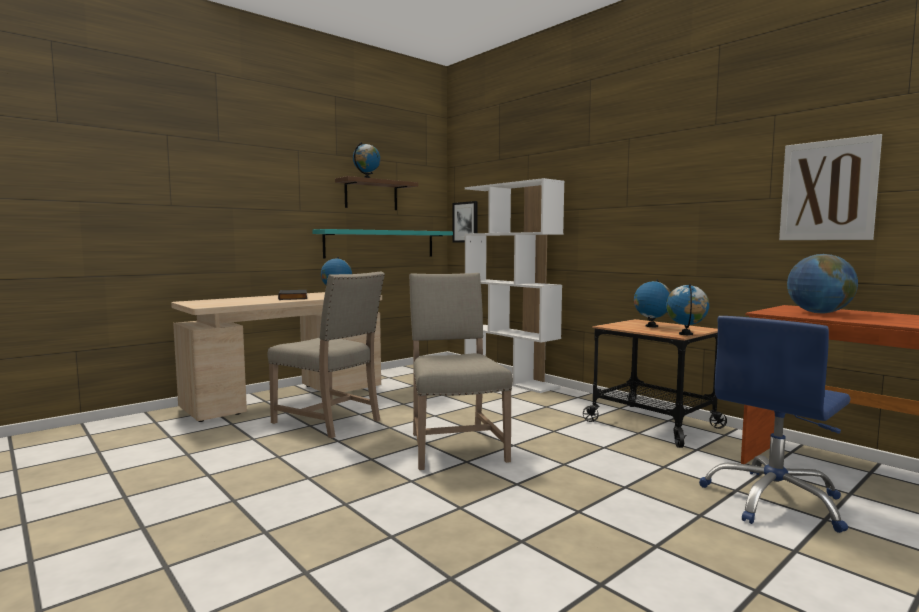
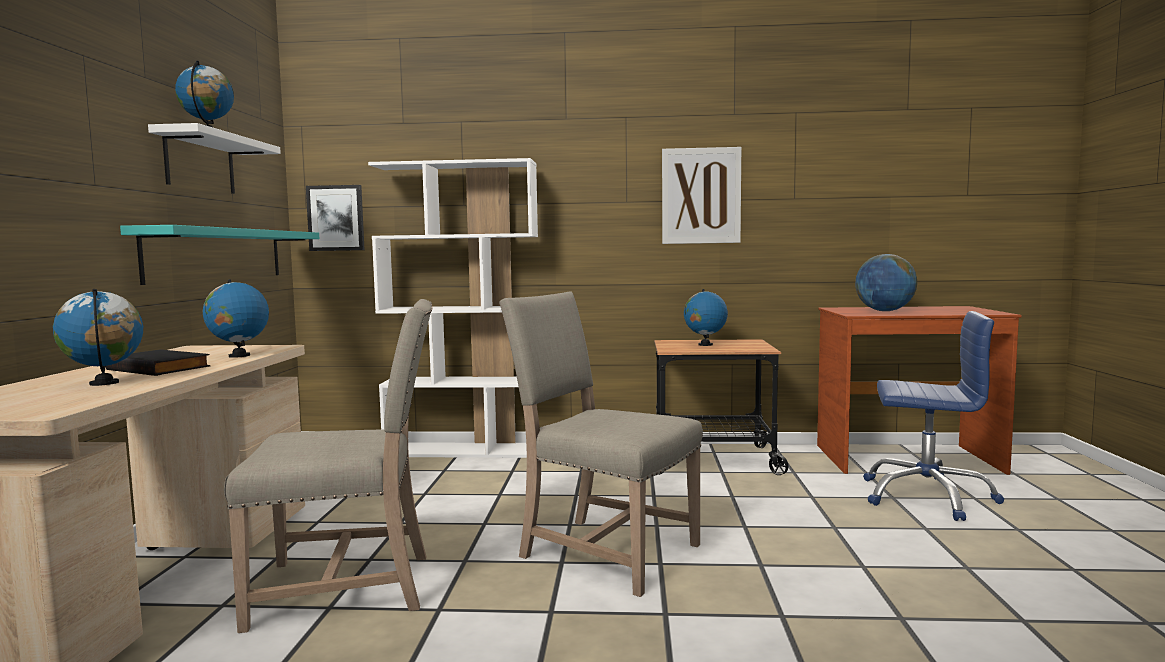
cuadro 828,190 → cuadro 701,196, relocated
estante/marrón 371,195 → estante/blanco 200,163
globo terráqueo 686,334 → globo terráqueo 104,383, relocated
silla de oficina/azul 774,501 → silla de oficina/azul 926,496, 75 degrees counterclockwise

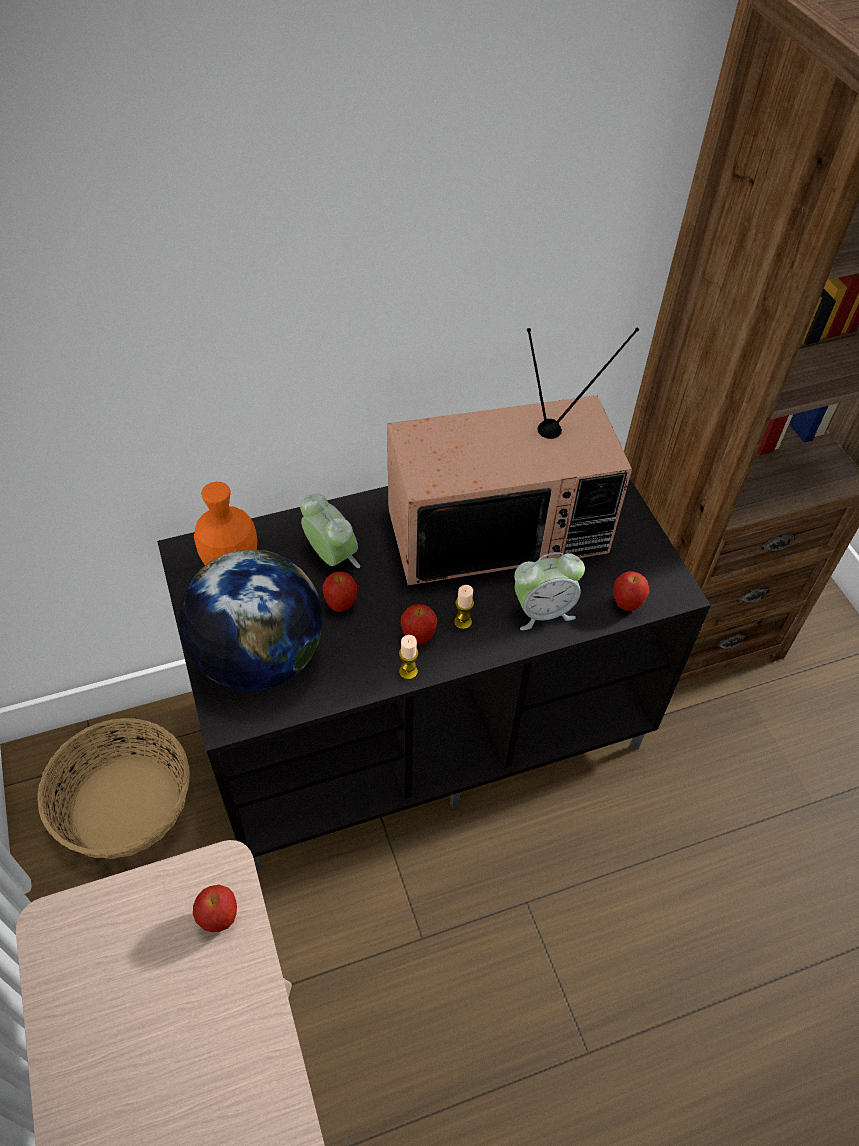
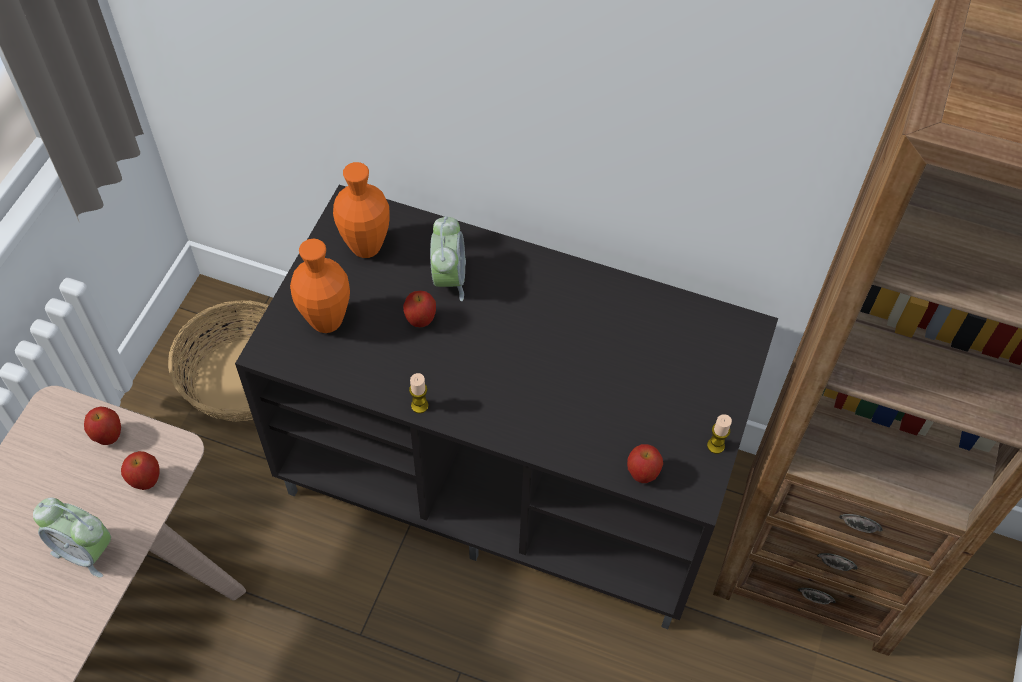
televisor 499,528 → -
globo terráqueo 258,658 → florero/naranja 326,321
despertador 543,611 → despertador 85,551, relocated
vela 463,622 → vela 715,445, relocated
manzana 418,637 → manzana 109,436, relocated

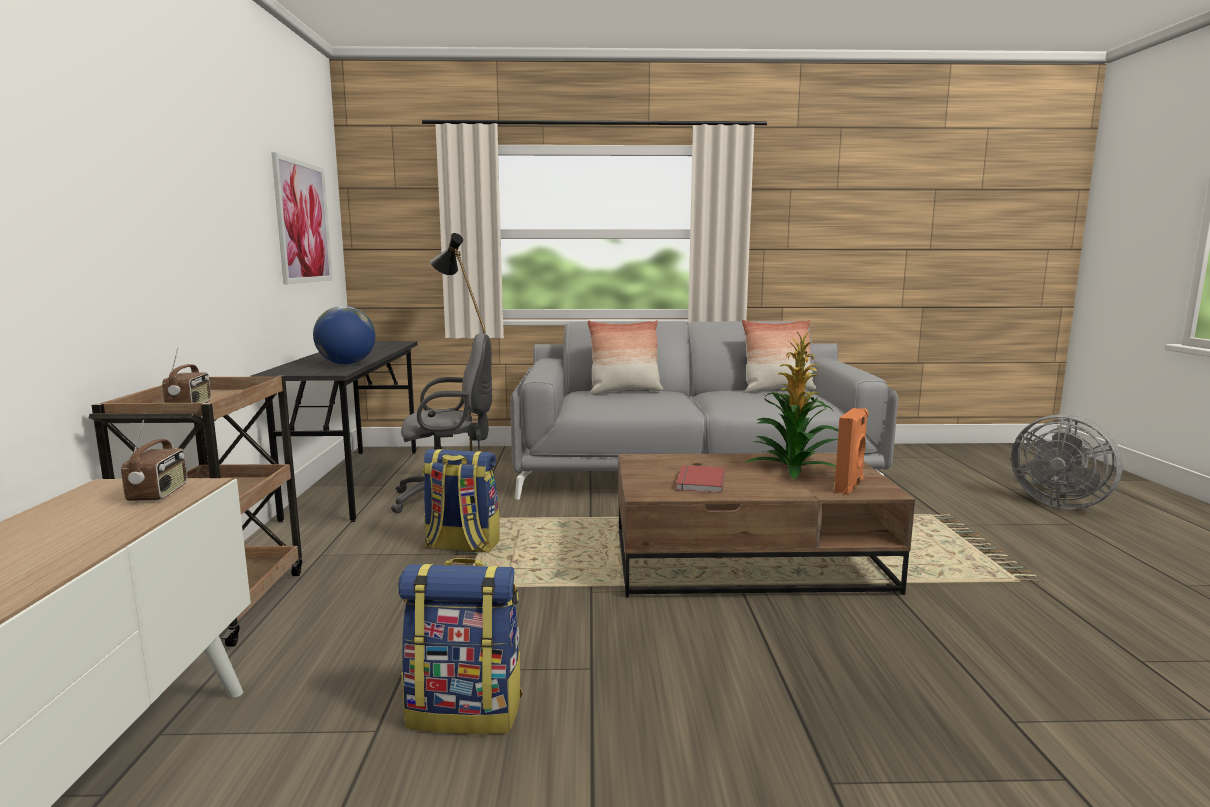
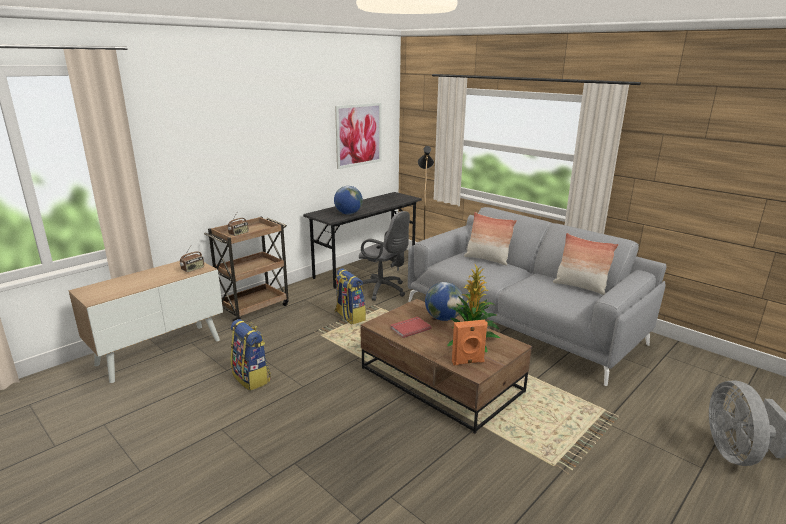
- → globo terráqueo 443,318

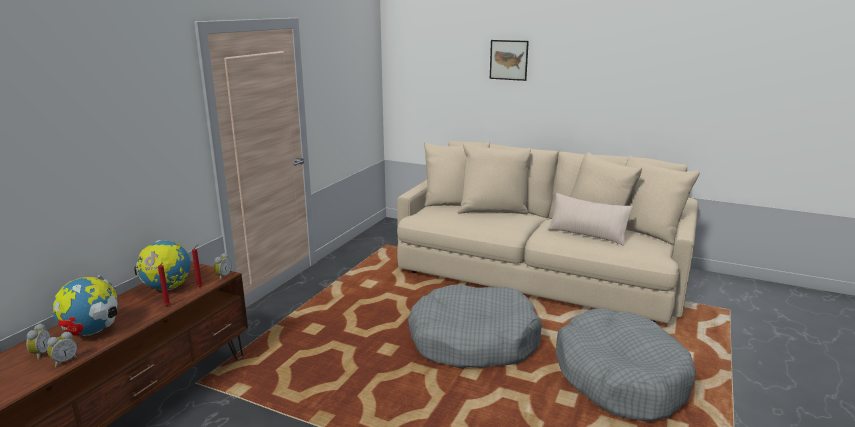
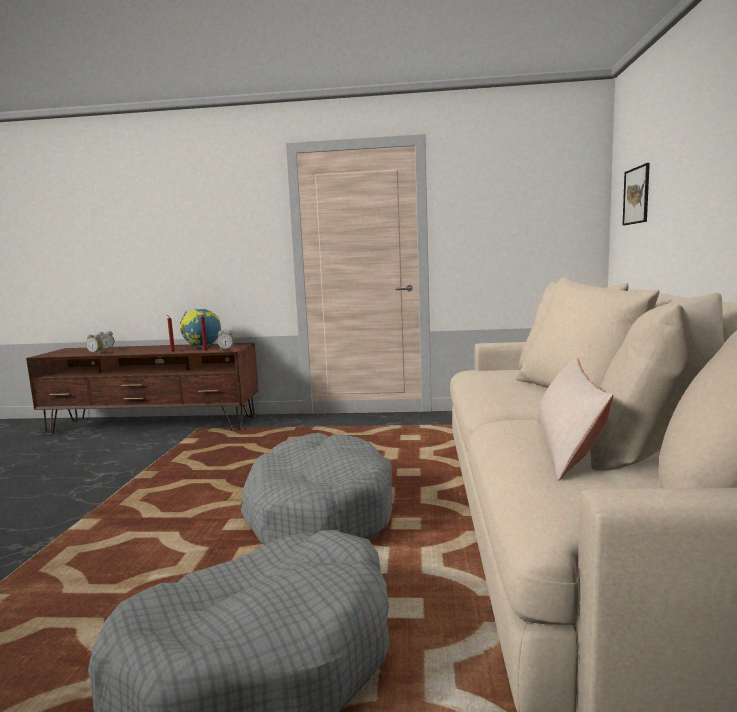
cuadro 508,60 → cuadro 636,195, relocated
globo terráqueo 92,332 → -

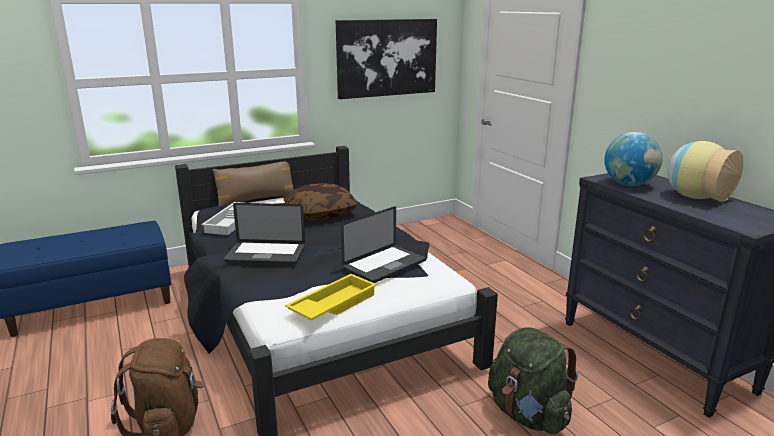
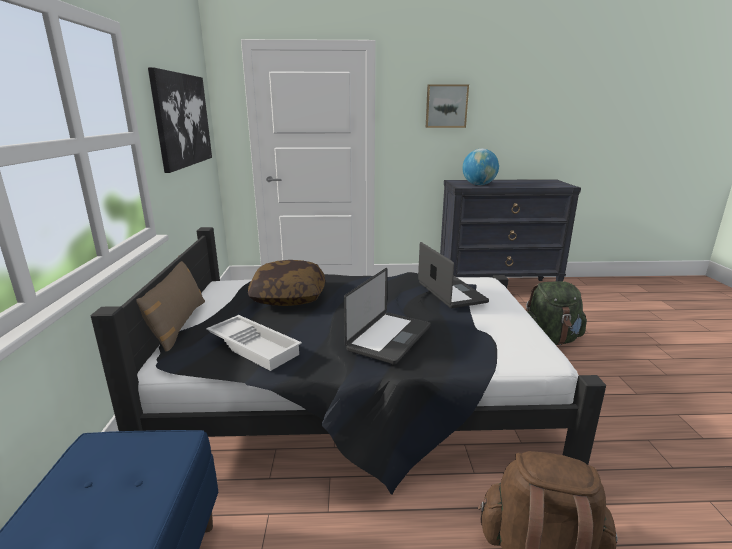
florero 695,197 → -
bandeja/amarillo 332,304 → -
- → cuadro 446,106

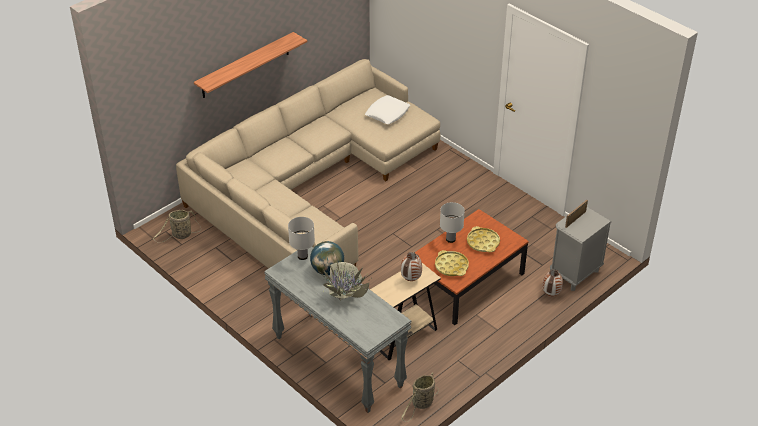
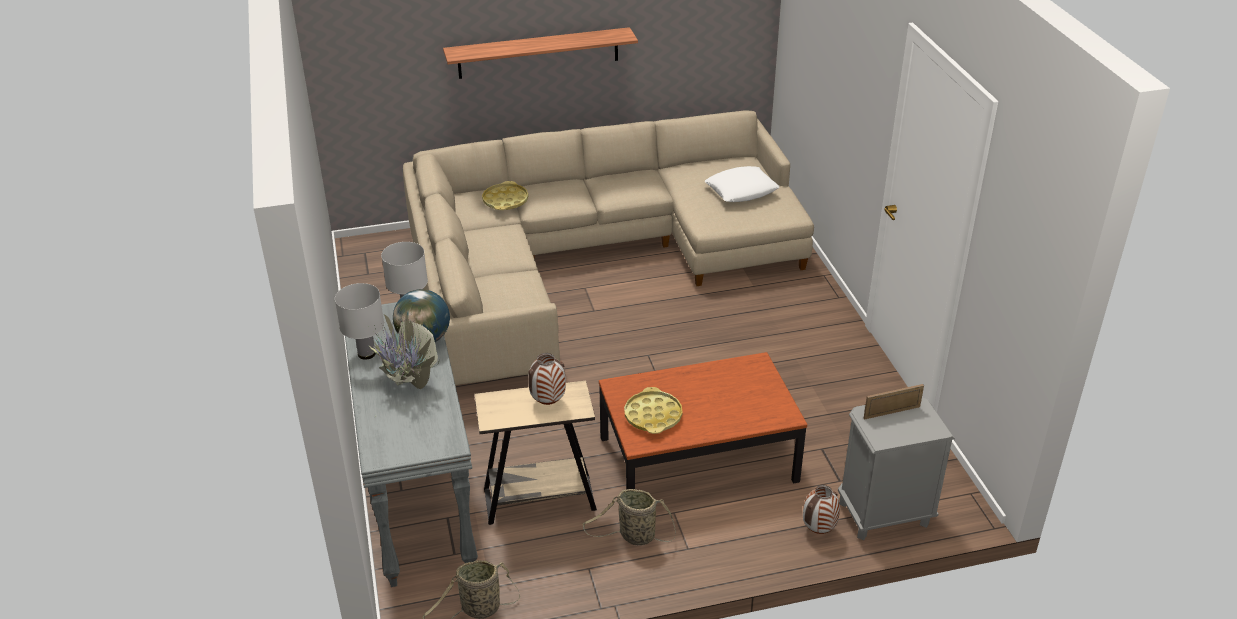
lámpara de mesa/blanco 450,239 → lámpara de mesa/blanco 367,353, relocated
cesta 180,235 → cesta 634,536, relocated
bandeja/amarillo 483,242 → bandeja/amarillo 505,201, relocated

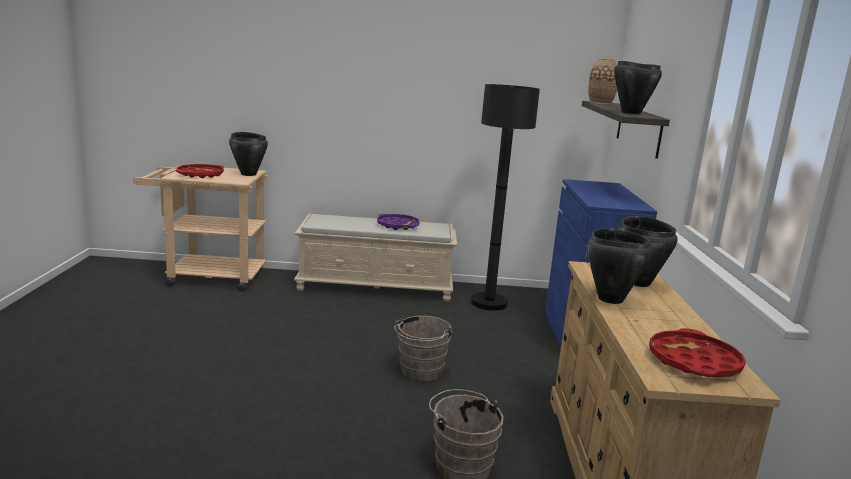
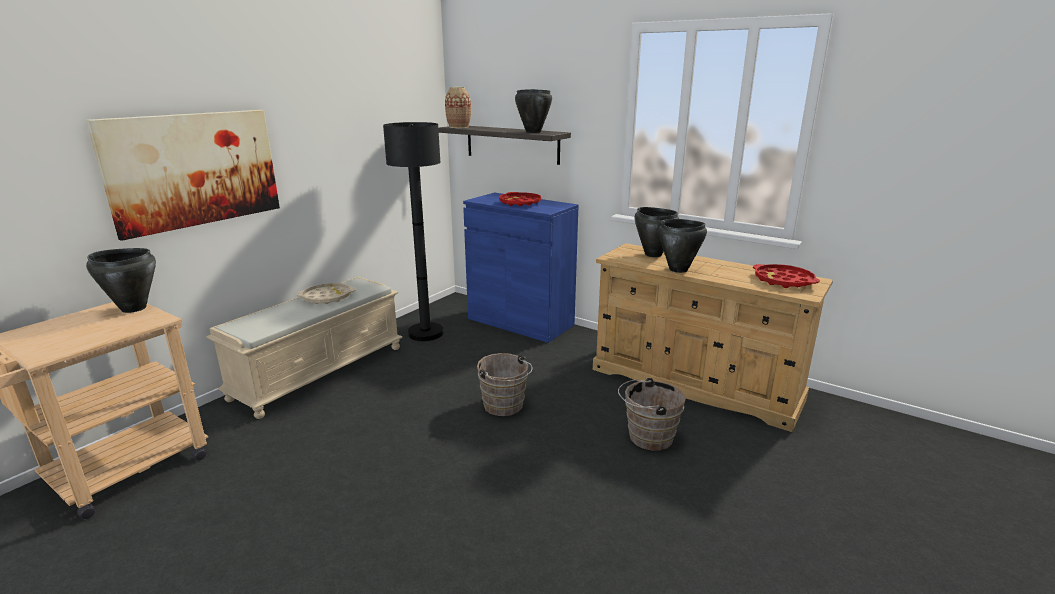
bandeja/rojo 200,175 → bandeja/rojo 520,203, relocated
bandeja/morado 398,225 → bandeja/beis 327,297
- → cuadro 194,169

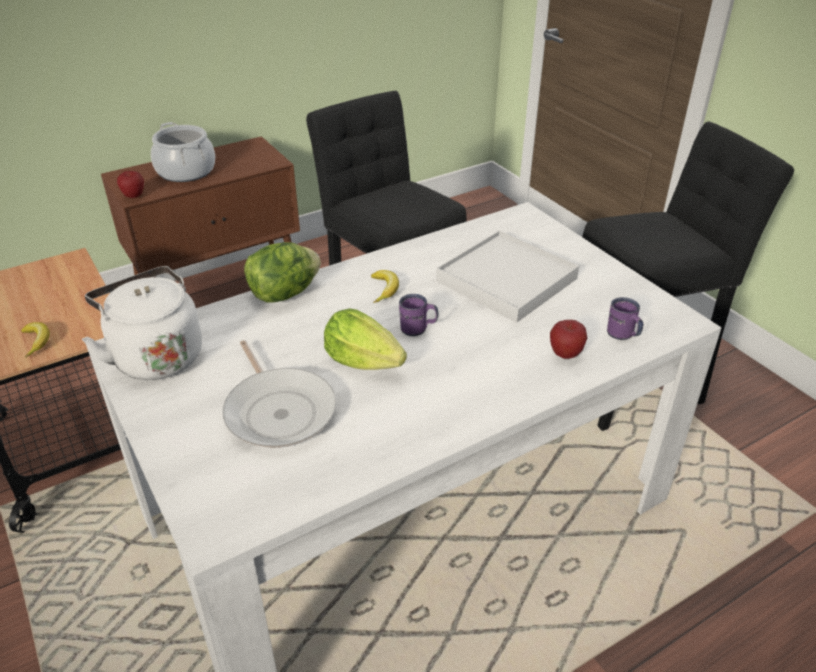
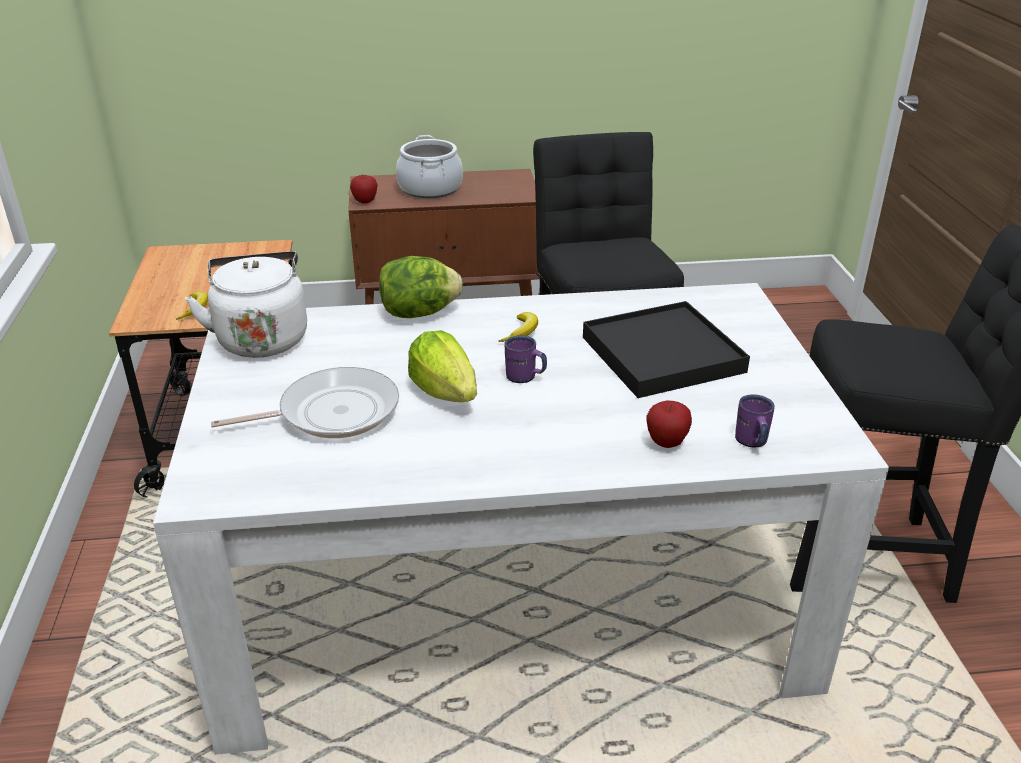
bandeja/blanco 506,279 → bandeja/negro 662,354
sartén 279,410 → sartén 332,412, 105 degrees counterclockwise

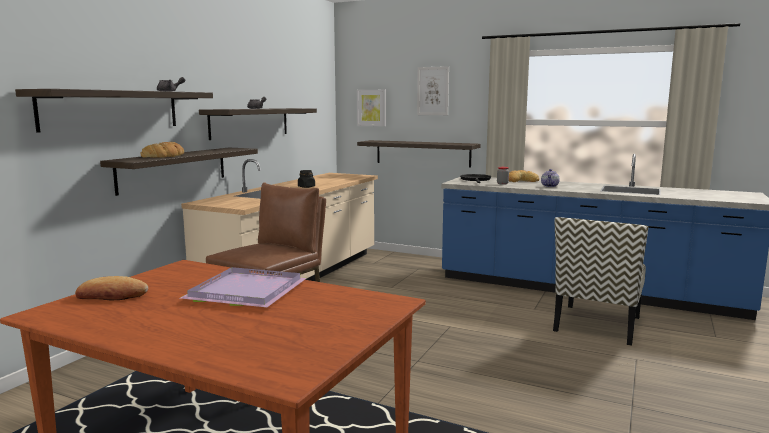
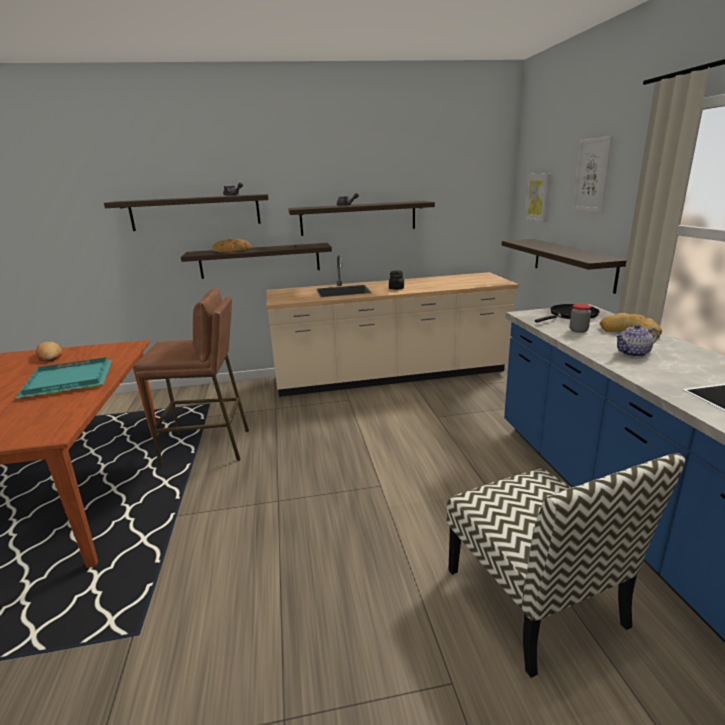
silla 597,324 → silla 536,599, 105 degrees counterclockwise
bandeja/morado 249,291 → bandeja/turquesa 70,380

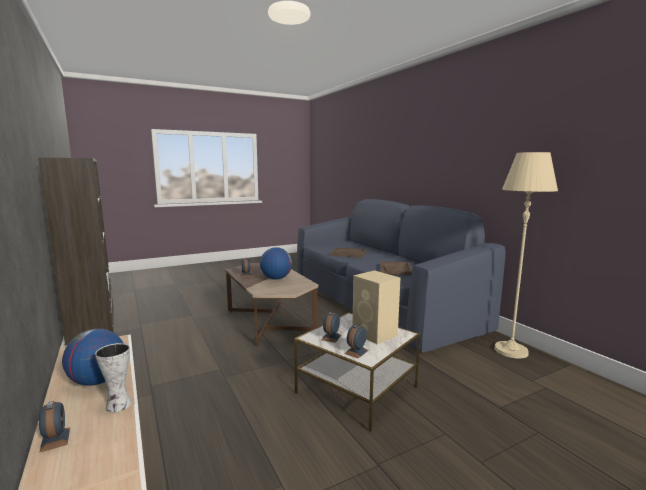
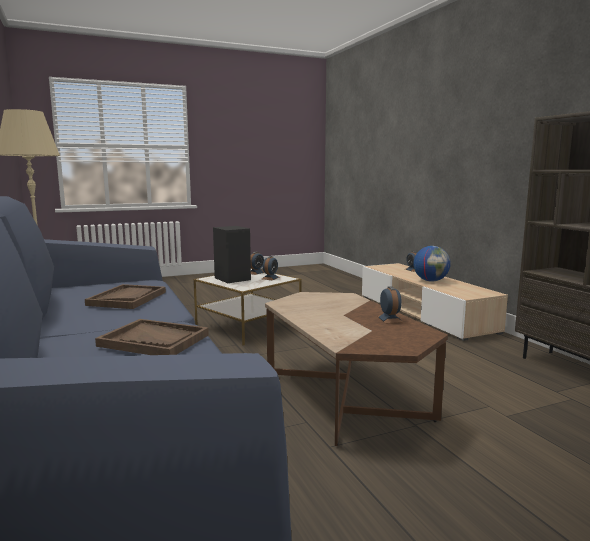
globo terráqueo 276,278 → -
altavoz/beis 375,334 → altavoz/negro 232,278
florero 117,405 → -

